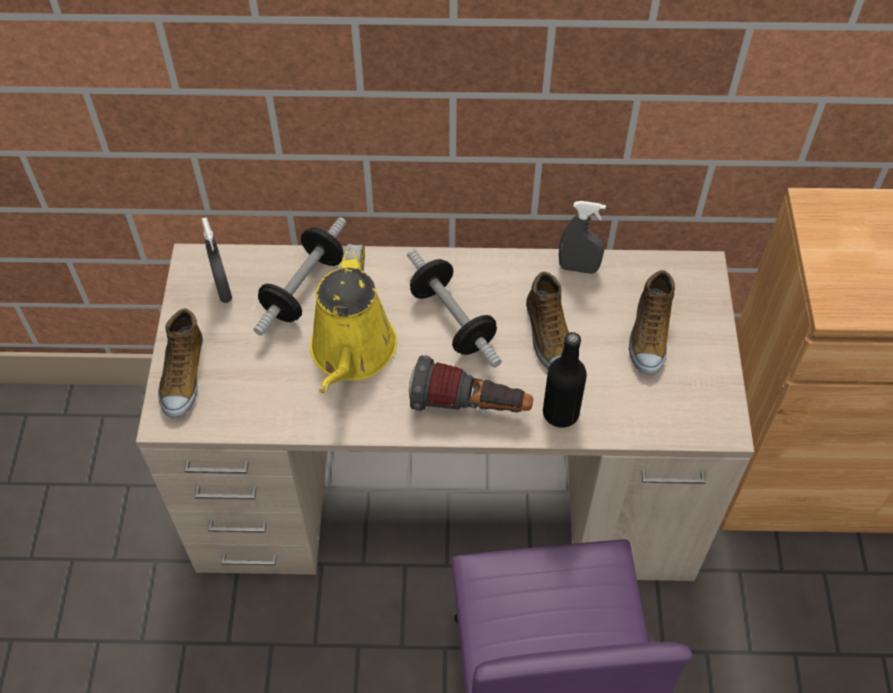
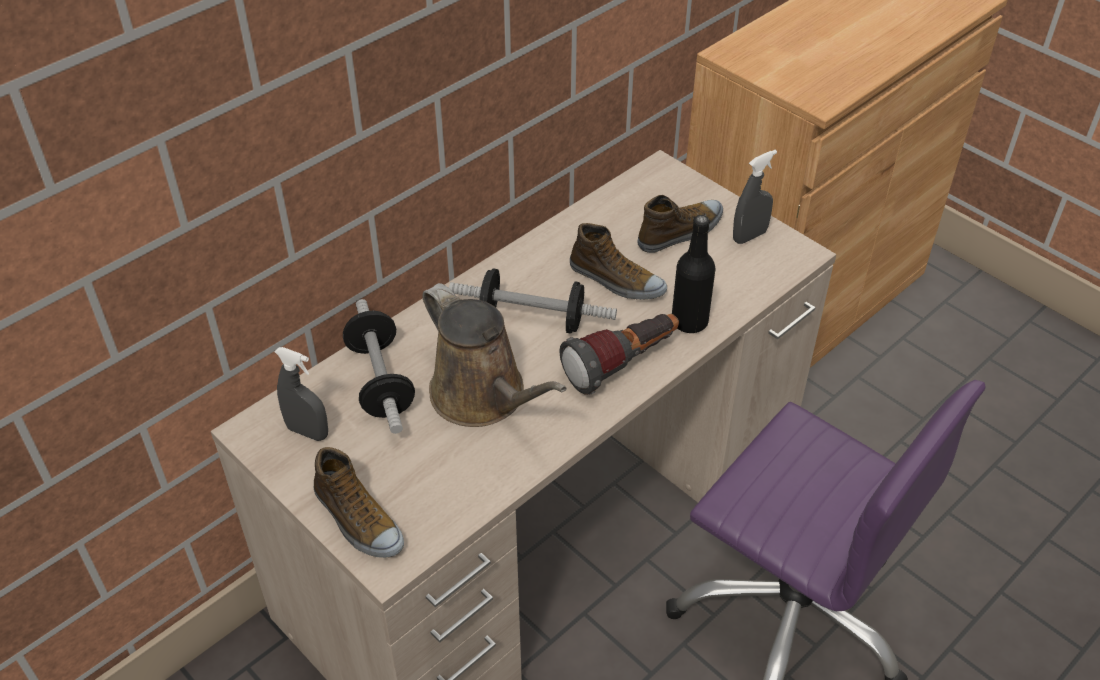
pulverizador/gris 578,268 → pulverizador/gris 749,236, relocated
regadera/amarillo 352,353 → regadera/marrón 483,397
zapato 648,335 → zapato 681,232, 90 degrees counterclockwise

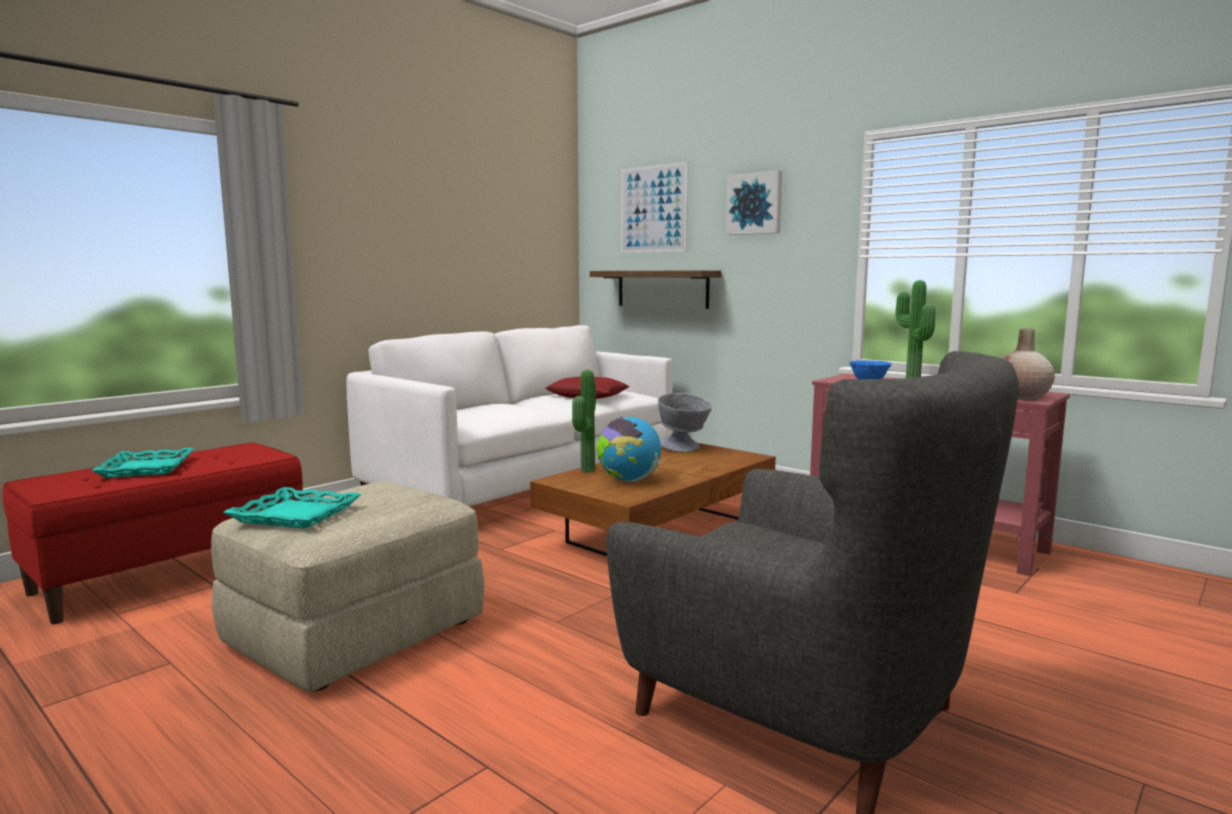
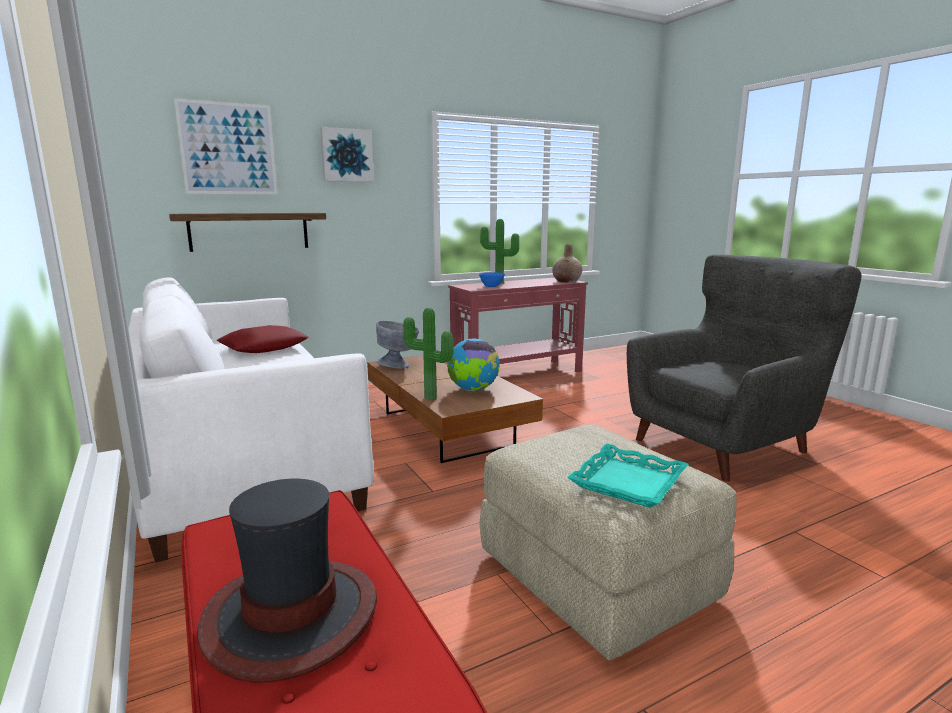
bandeja/turquesa 146,468 → sombrero 291,616

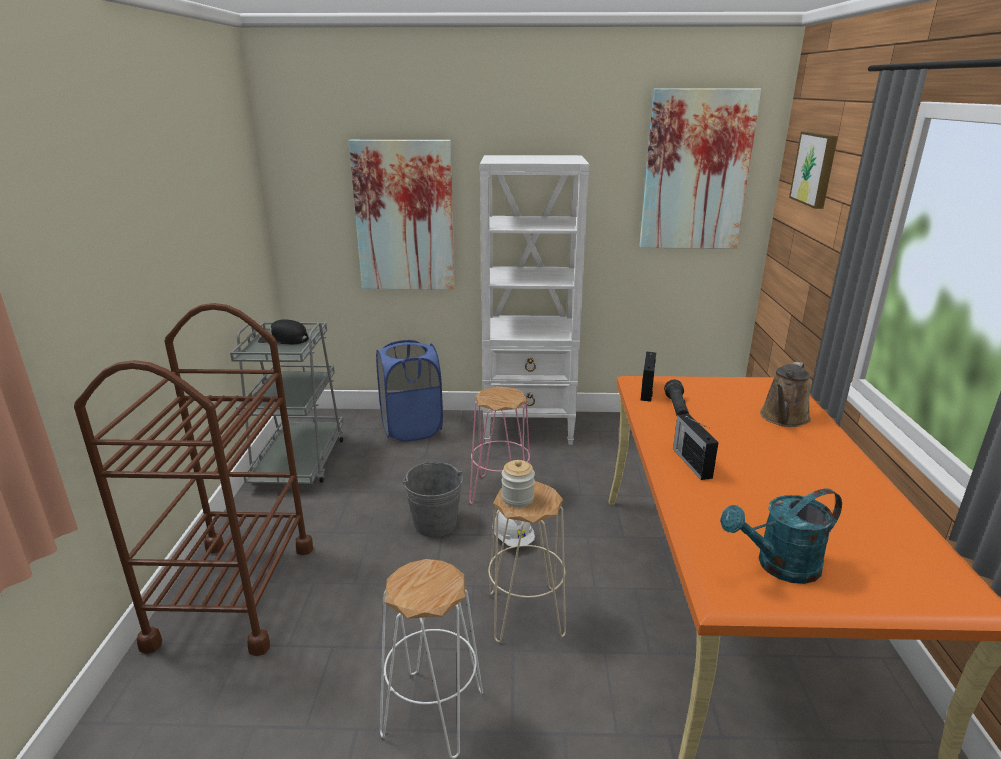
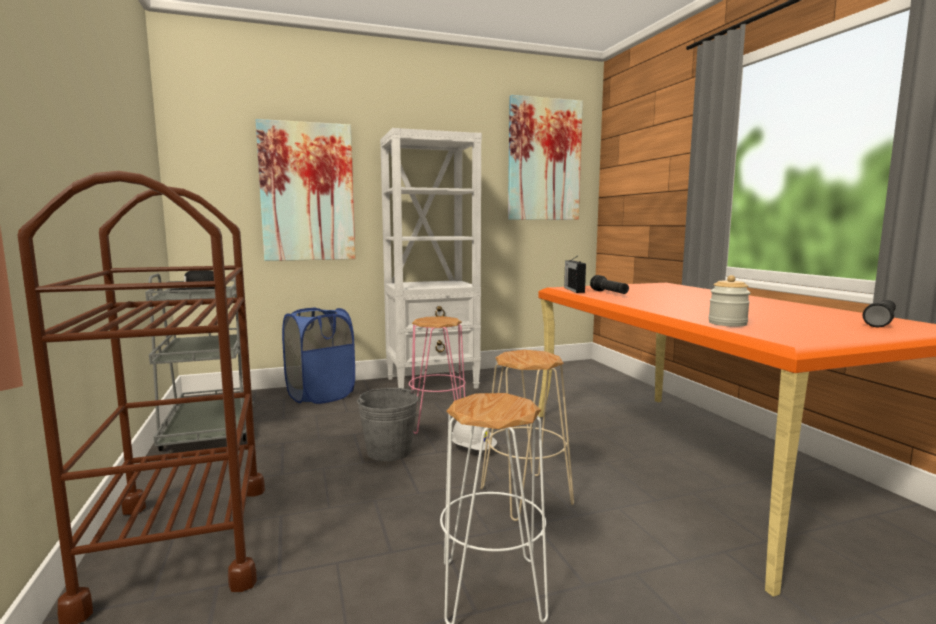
cuadro 816,169 → -
regadera/marrón 783,418 → -
radio 691,462 → -
tarro 517,498 → tarro 727,323, relocated
regadera/turquesa 779,566 → -
- → linterna/negro 881,322

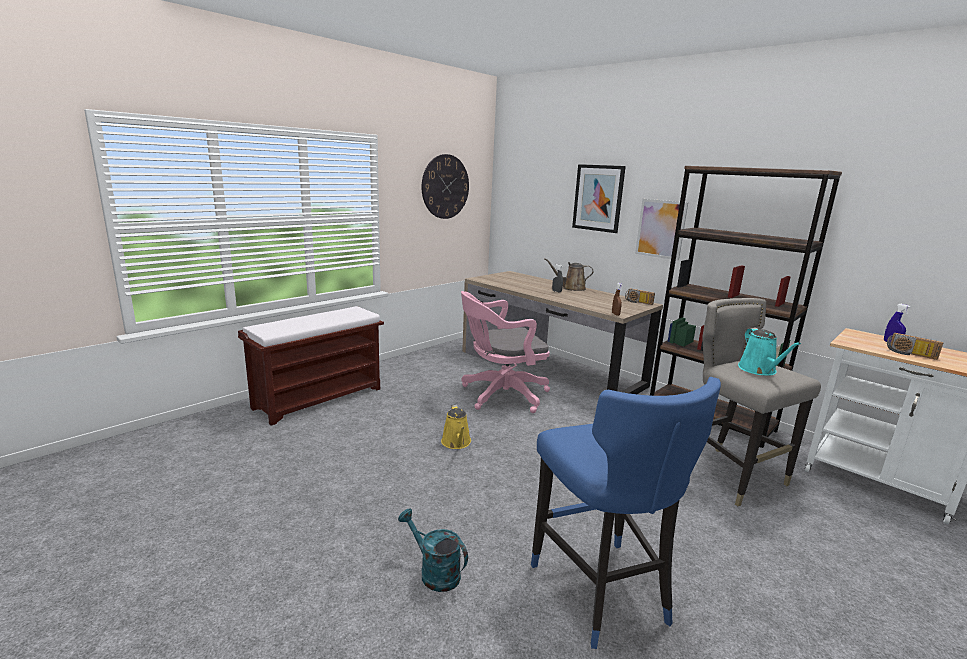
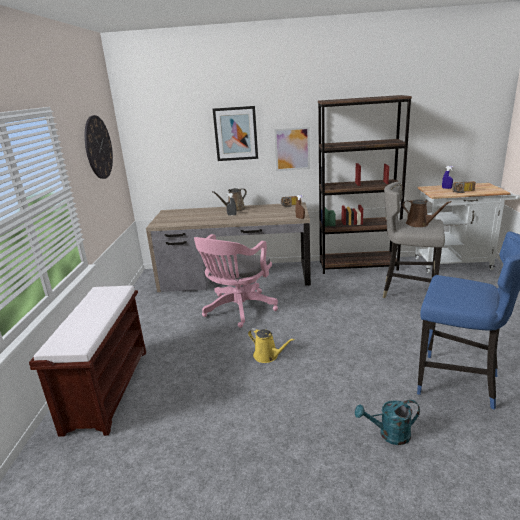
regadera/turquesa 759,370 → regadera/marrón 419,224

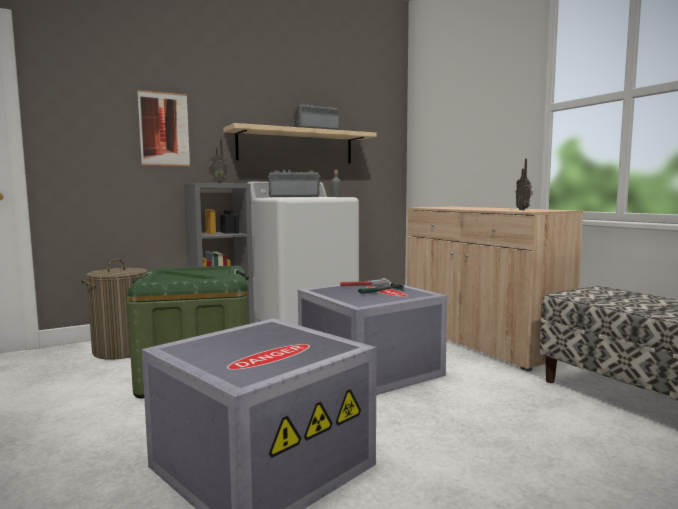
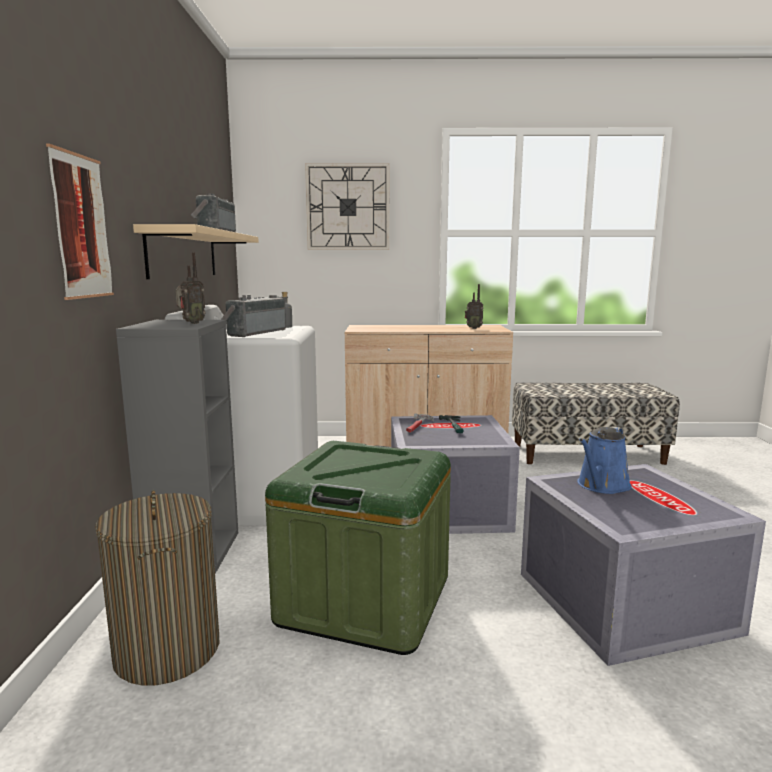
- → reloj de pared 348,207
- → regadera/azul 601,486

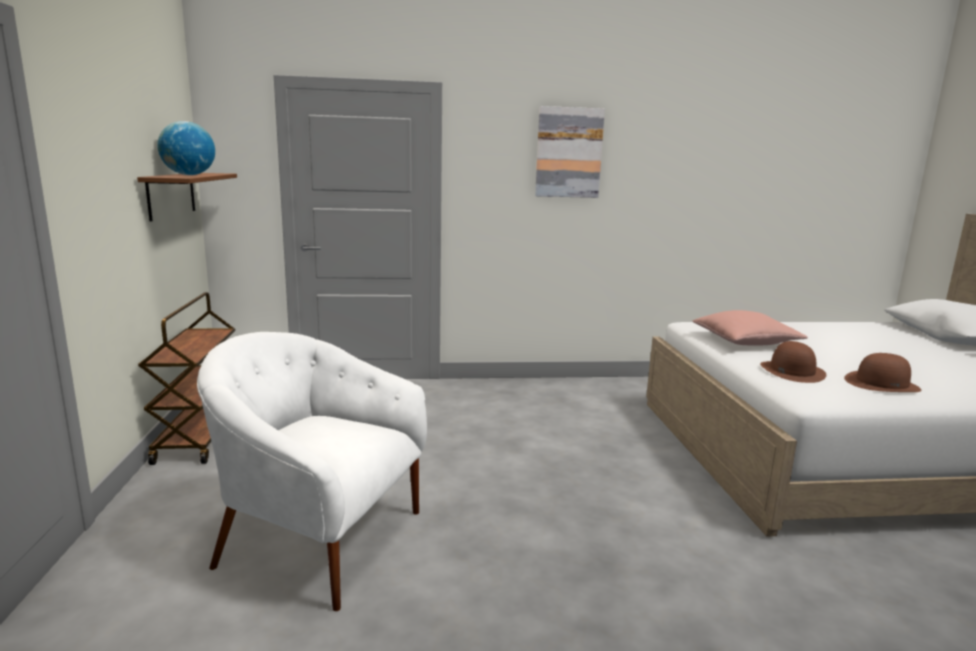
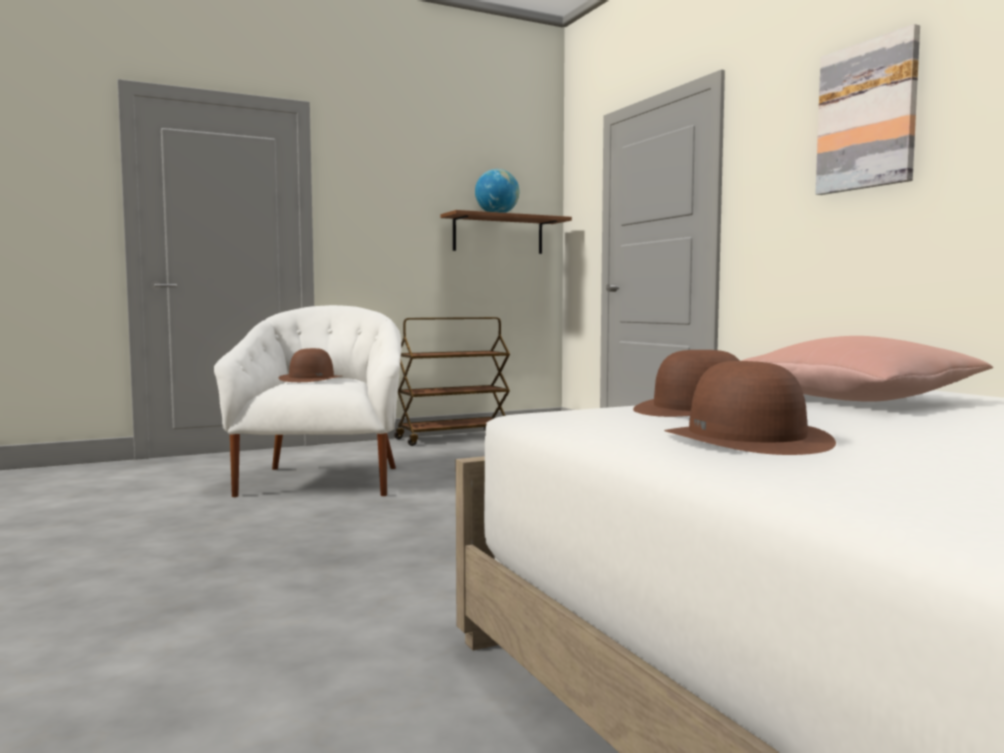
- → sombrero/marrón 311,379

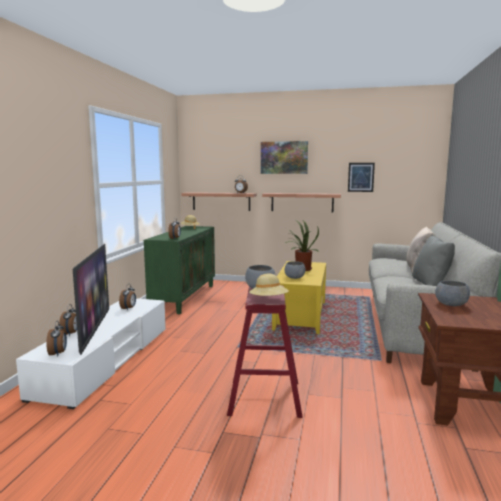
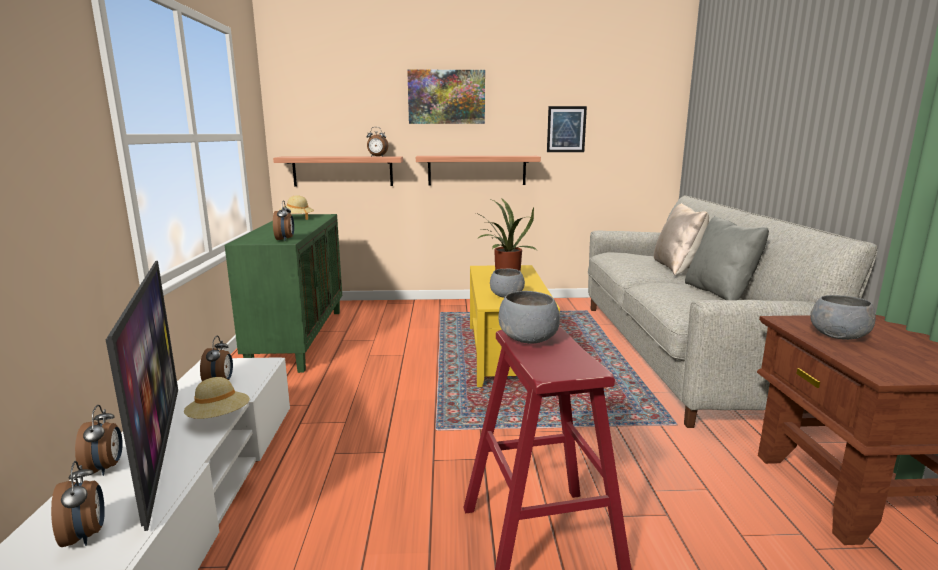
sombrero/beis 269,300 → sombrero/beis 219,418, relocated

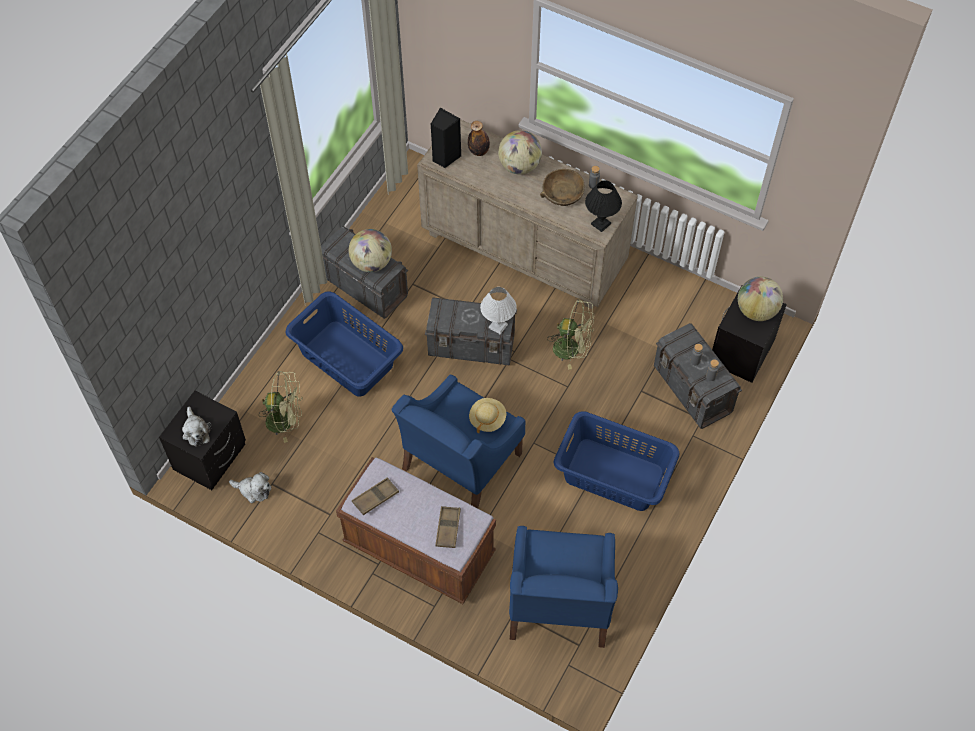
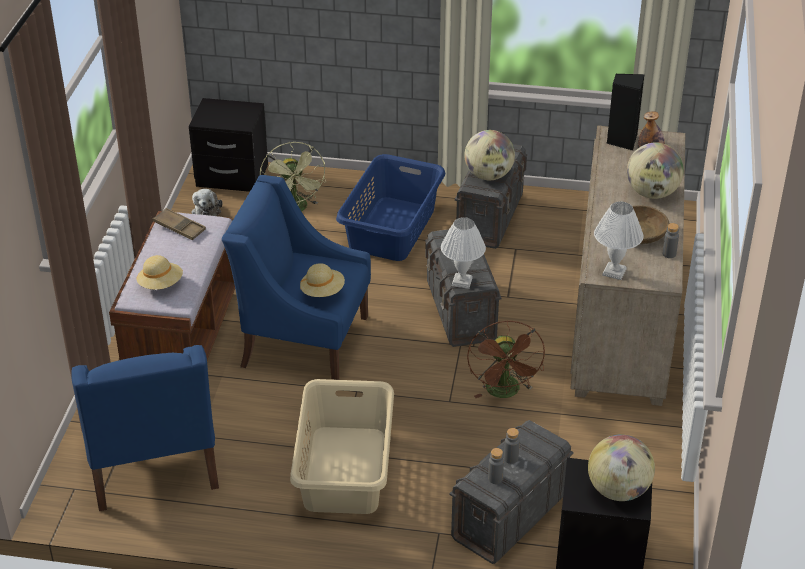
lámpara de mesa/negro 601,223 → lámpara de mesa/blanco 615,272
ventilador/verde 572,349 → ventilador/marrón 505,393
peluche 196,431 → -
cesto de la ropa/azul 613,475 → cesto de la ropa/beis 343,470
bandeja/marrón 448,528 → sombrero/beis 161,284
sillón/azul 559,603 → sillón/azul 151,462, 90 degrees counterclockwise

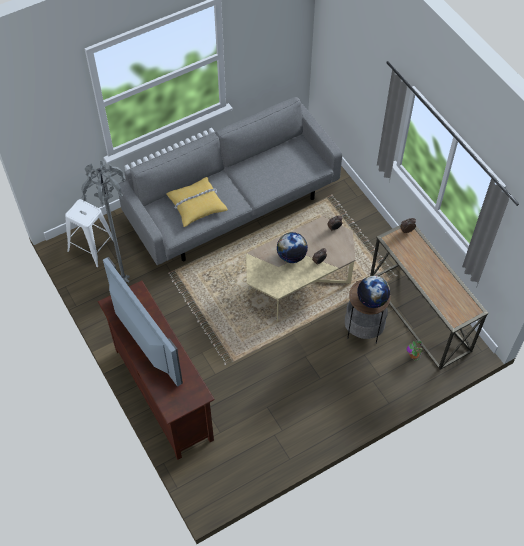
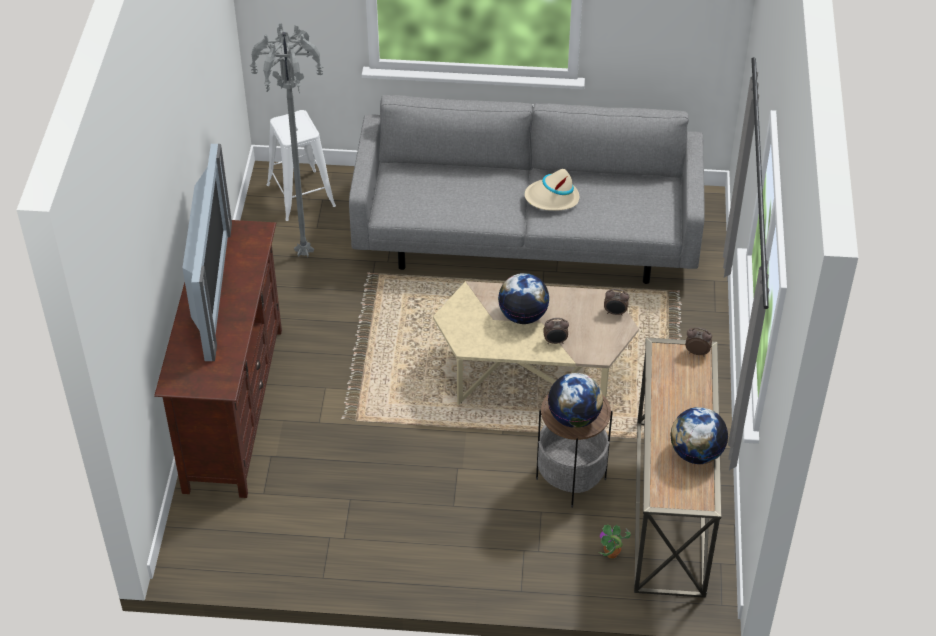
cojín/amarillo 196,205 → -
- → sombrero/beis 552,198
- → globo terráqueo 696,453

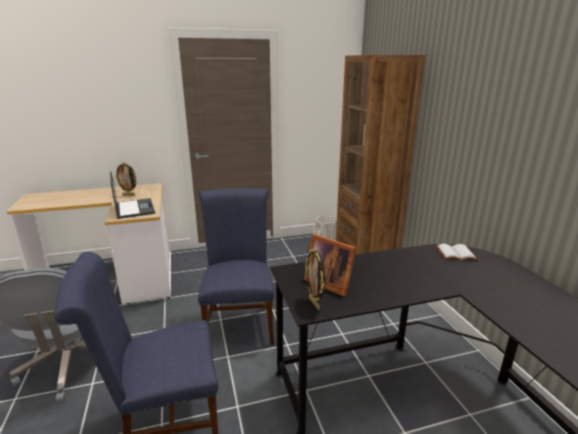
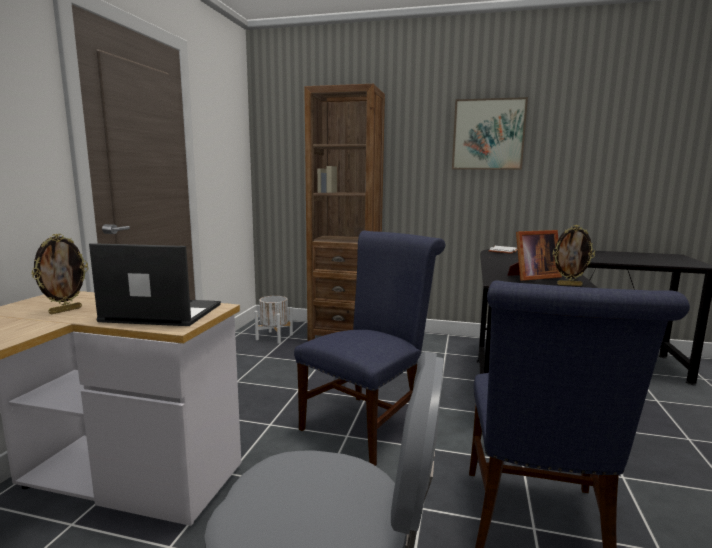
silla/azul 240,322 → silla/azul 368,423, 105 degrees clockwise
- → cuadro 488,134

